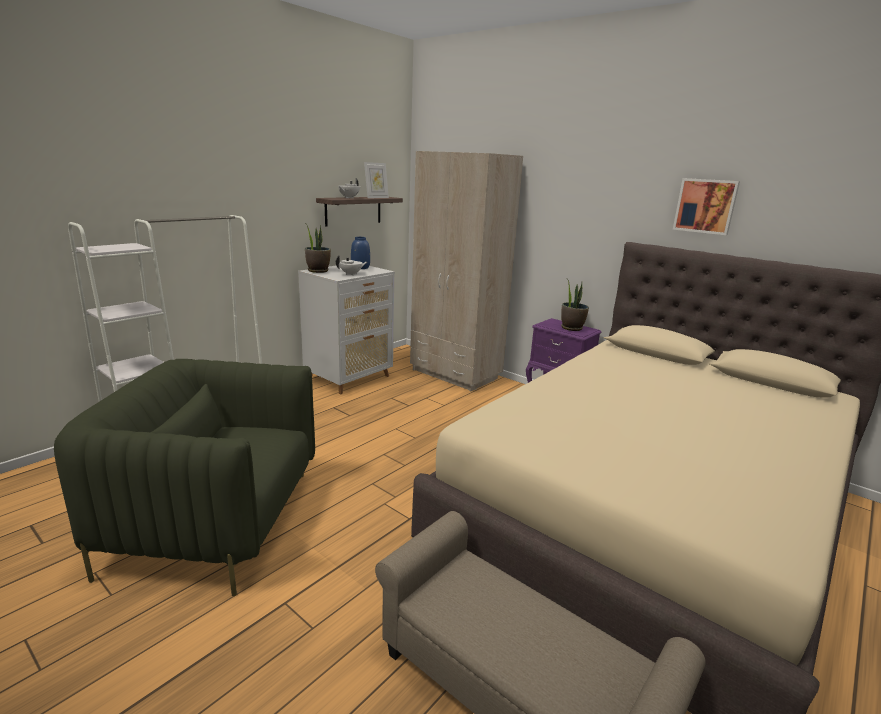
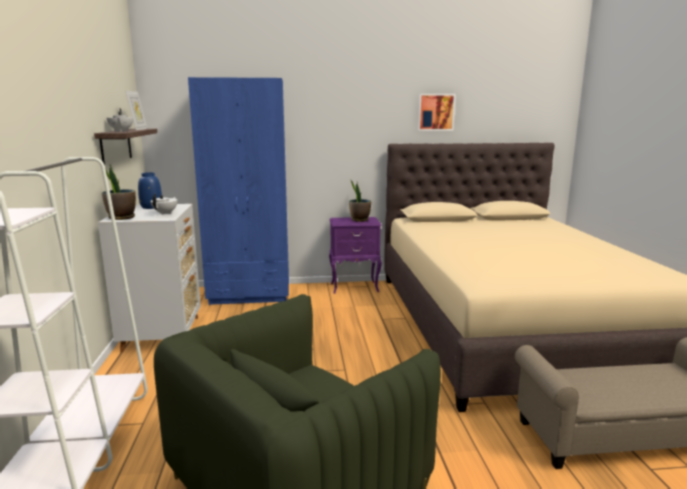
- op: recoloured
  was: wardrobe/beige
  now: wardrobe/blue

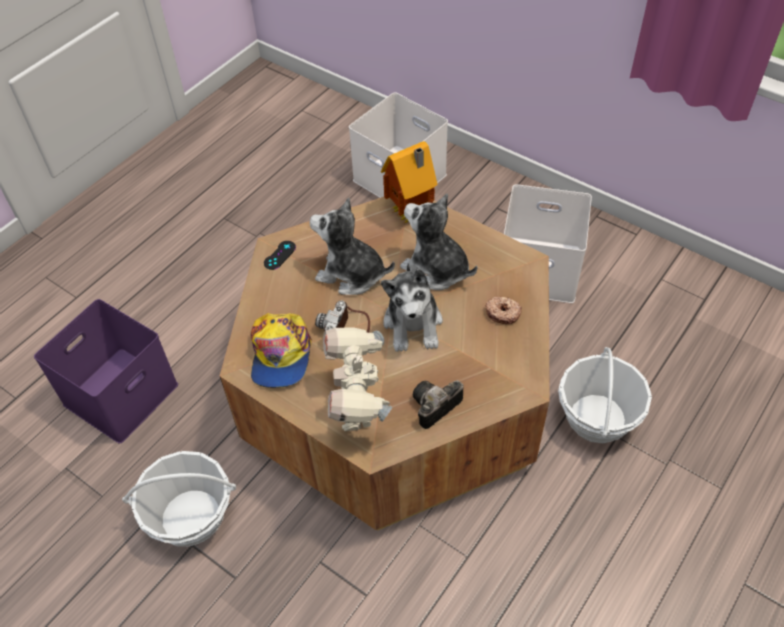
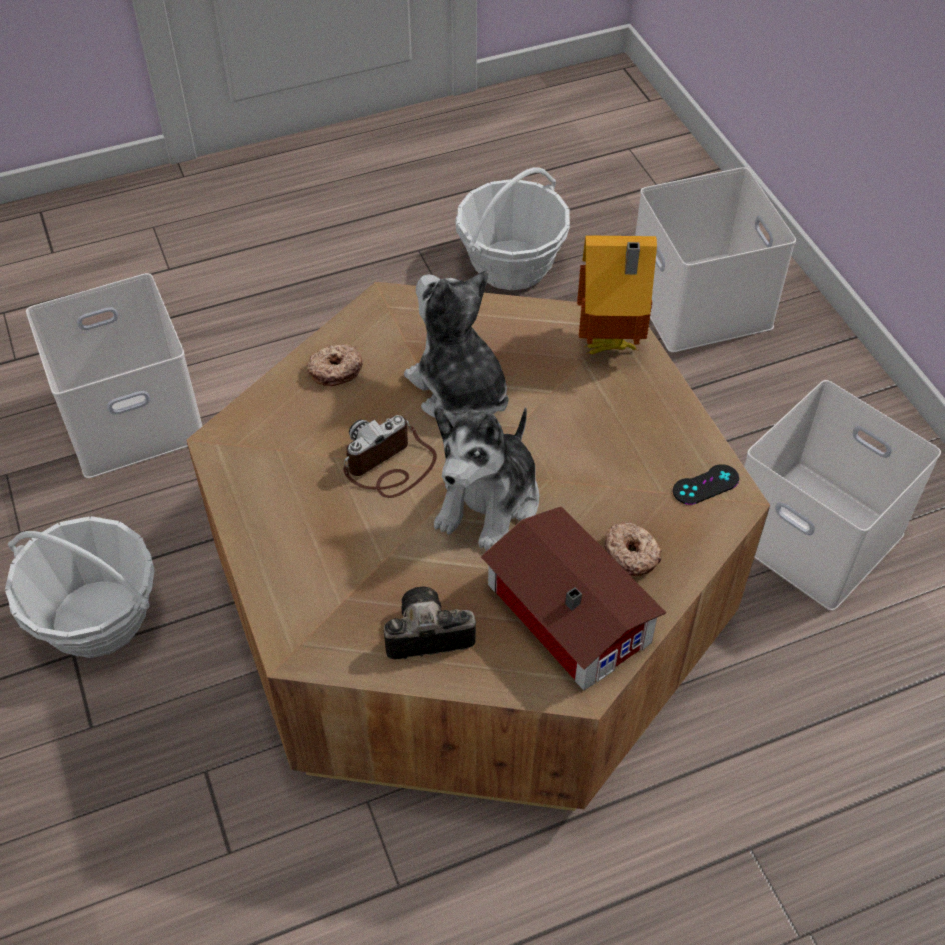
- op: recoloured
  was: storage box/purple
  now: storage box/white (1st from left)
- op: removed
  was: cap
- op: moved
  was: game controller/black
- op: removed
  was: toy robot
- op: removed
  was: plush toy (3rd from left)
- op: moved
  was: basket (2nd from left)
- op: added
  now: donut (1st from left)
- op: added
  now: toy house (1st from left)

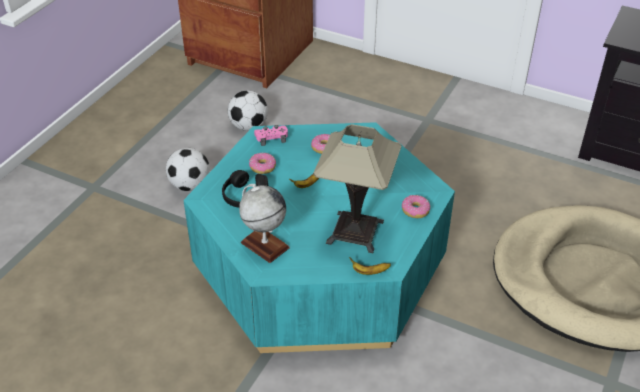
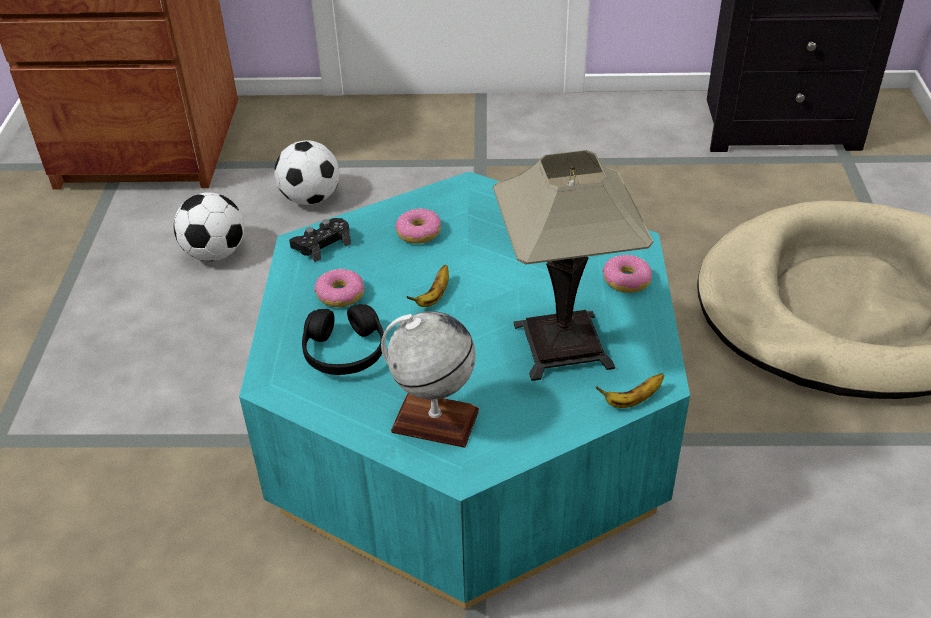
- op: moved
  was: football (1st from left in the first image)
  now: football (2nd from left)
- op: recoloured
  was: game controller/pink
  now: game controller/black

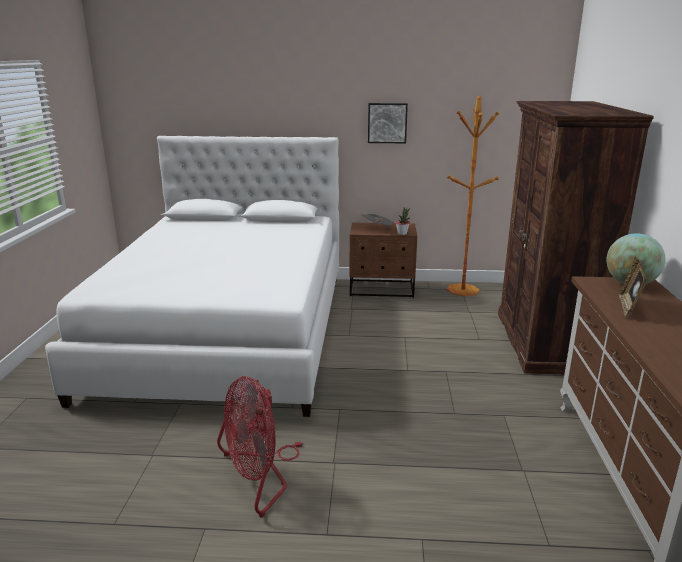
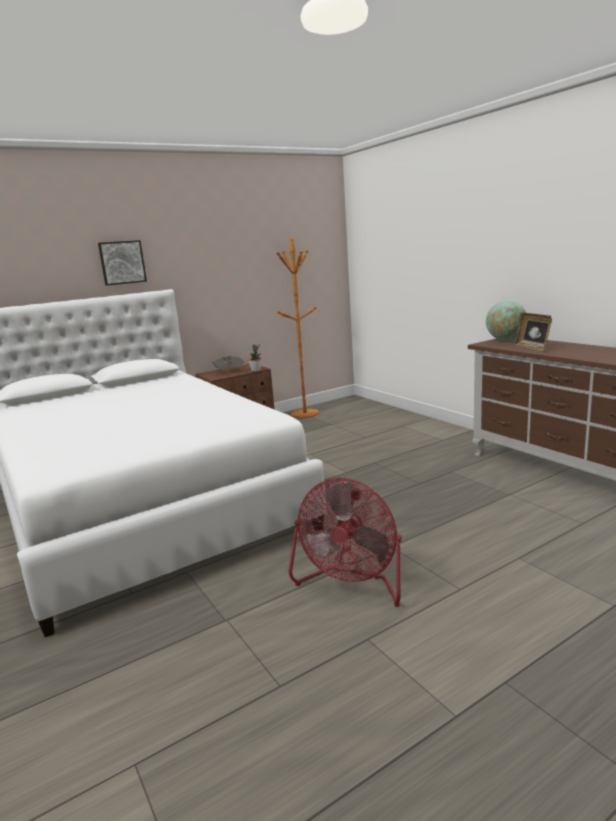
- op: moved
  was: picture
- op: removed
  was: wardrobe/brown

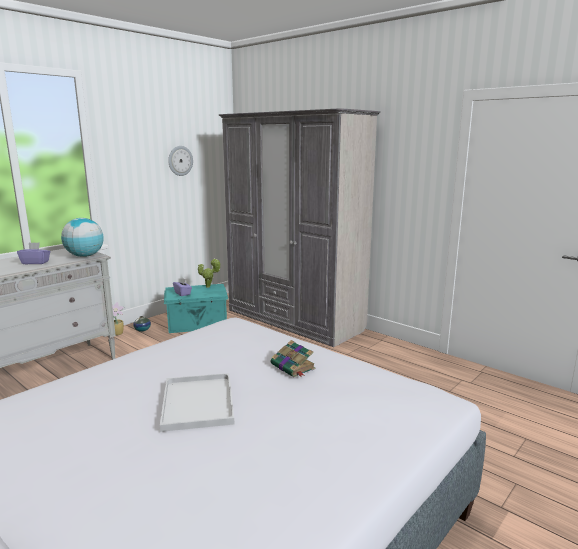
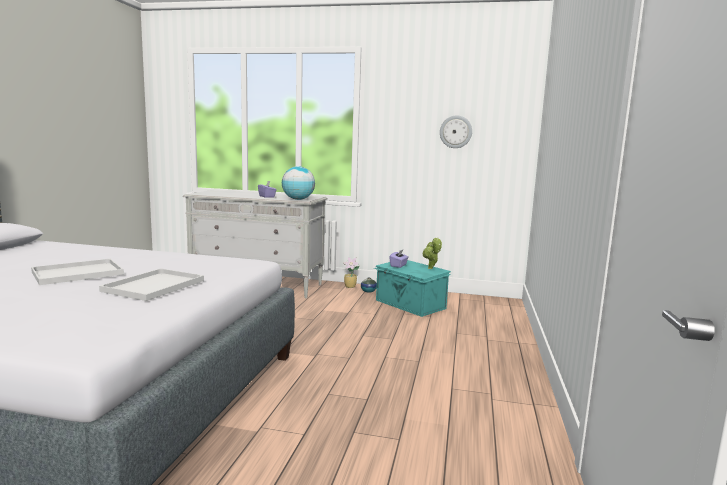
- op: removed
  was: wardrobe/grey
- op: replaced
  was: book
  now: tray/white (2nd from left)

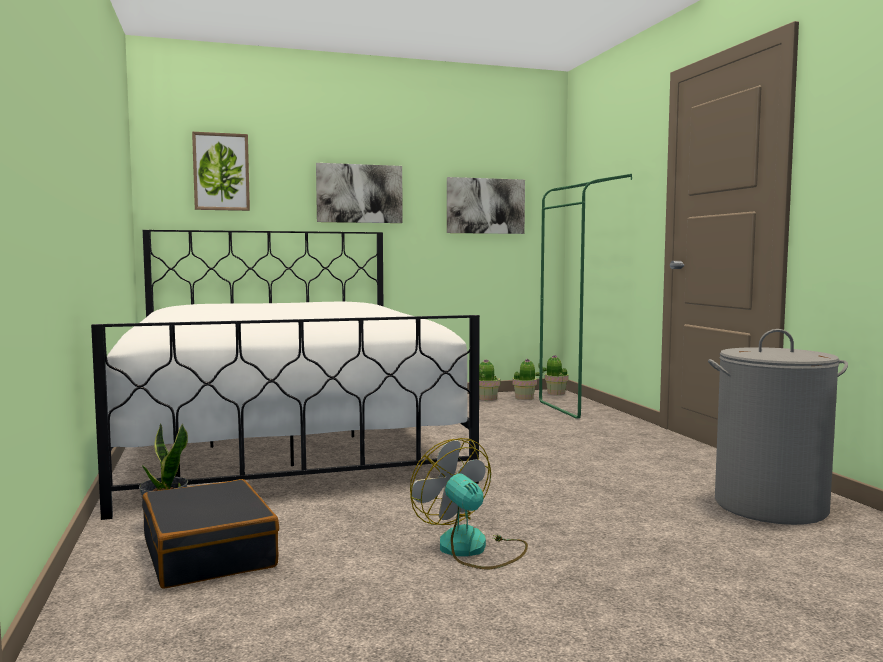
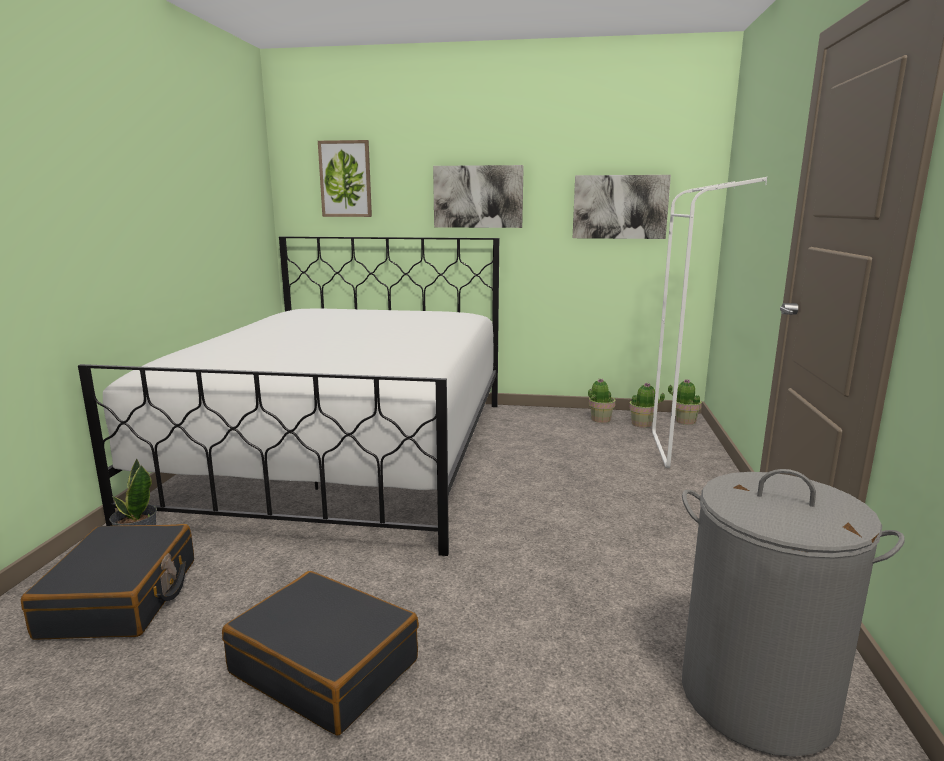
- op: replaced
  was: fan
  now: suitcase/black (2nd from left)
- op: recoloured
  was: clothes rack/green
  now: clothes rack/white

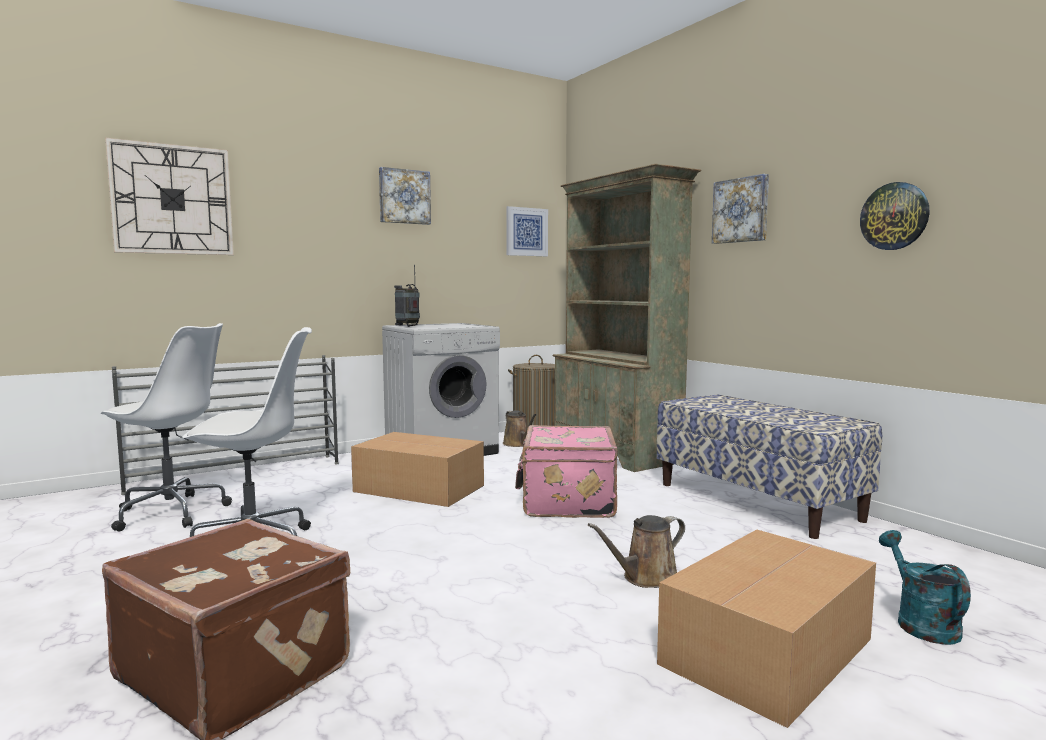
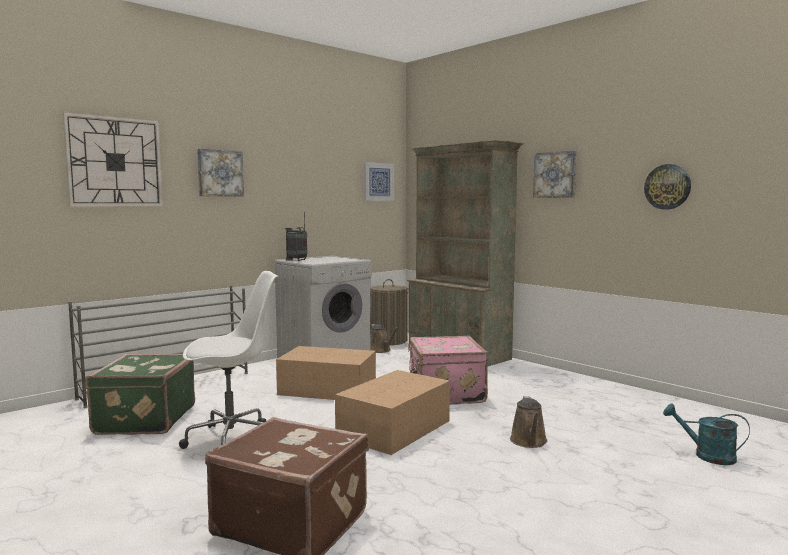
- op: replaced
  was: office chair/white (1st from left)
  now: suitcase/green
- op: moved
  was: picture (1st from left)
- op: turned
  was: watering can/brown (2nd from left)
  clockwise: -45
- op: removed
  was: bench
- op: moved
  was: cardboard box (2nd from left)
- op: turned
  was: watering can/turquoise
  clockwise: -45

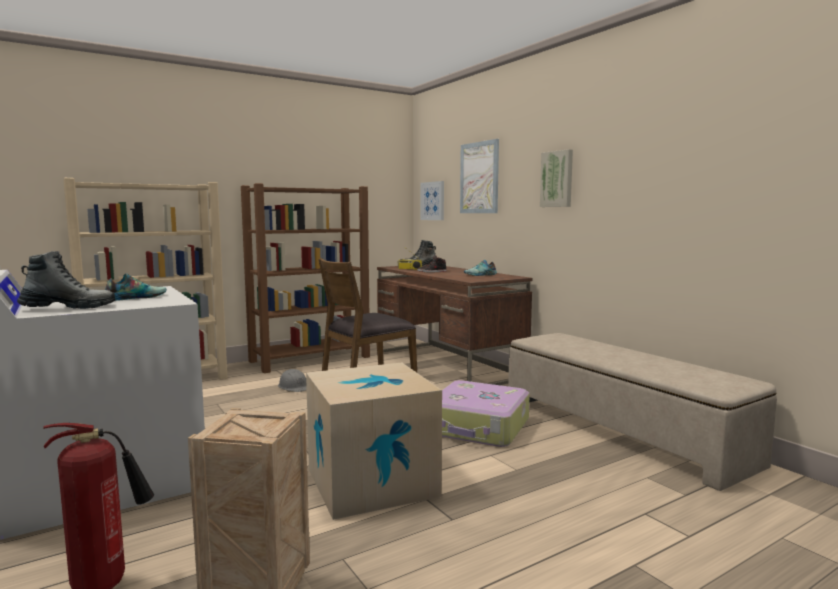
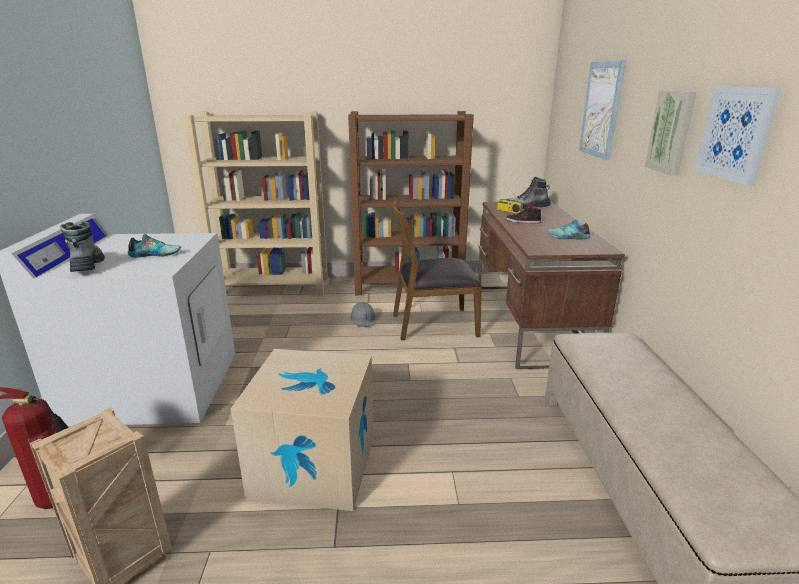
- op: turned
  was: boot (1st from left)
  clockwise: -120
- op: moved
  was: picture (1st from left in the first image)
  now: picture (3rd from left)
- op: removed
  was: suitcase

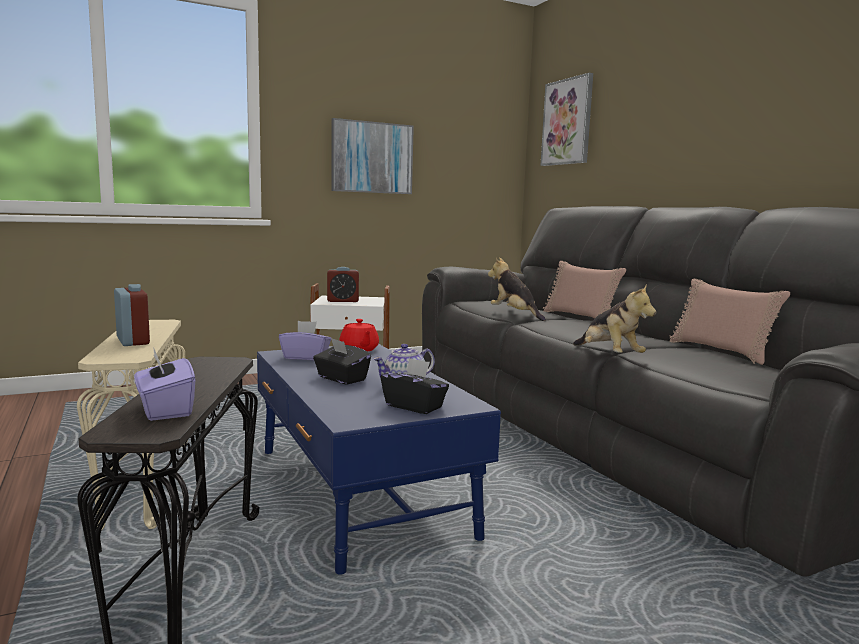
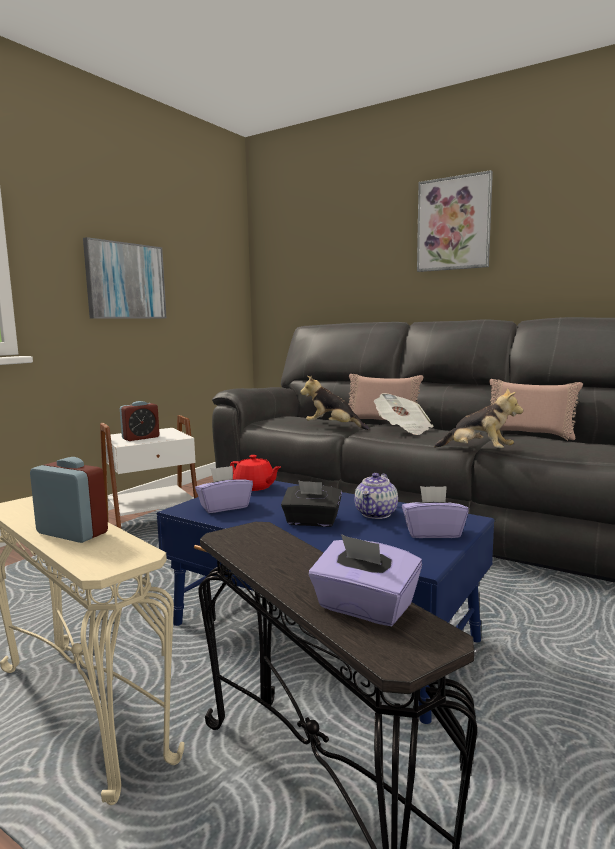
- op: recoloured
  was: tissue box/black (2nd from left)
  now: tissue box/purple (3rd from left)
- op: moved
  was: picture (2nd from left)
- op: added
  now: newspaper

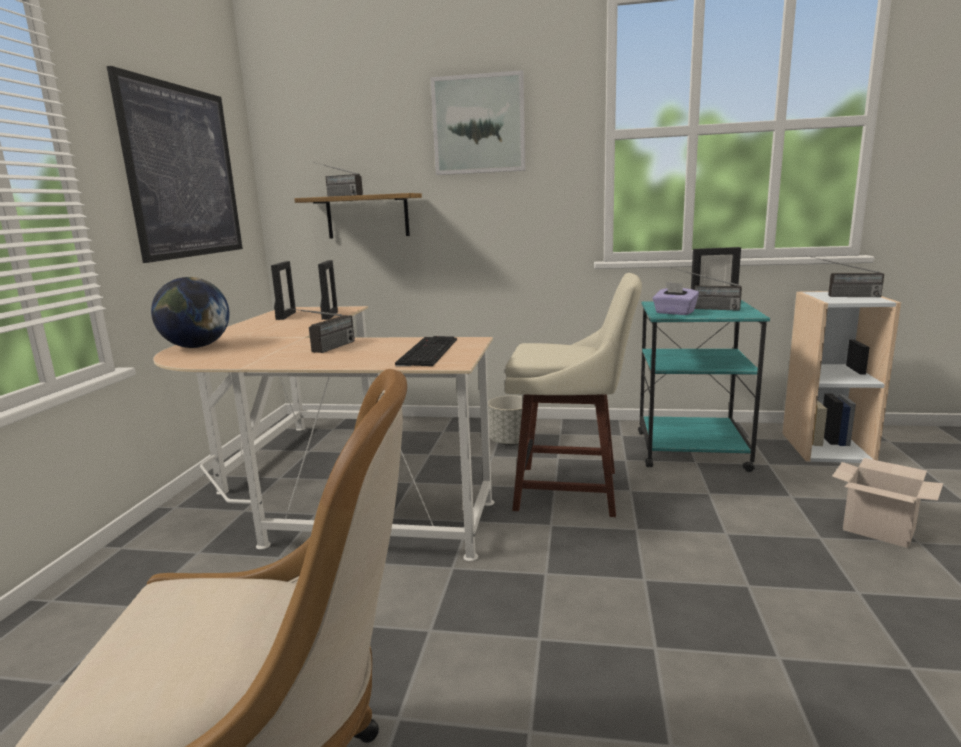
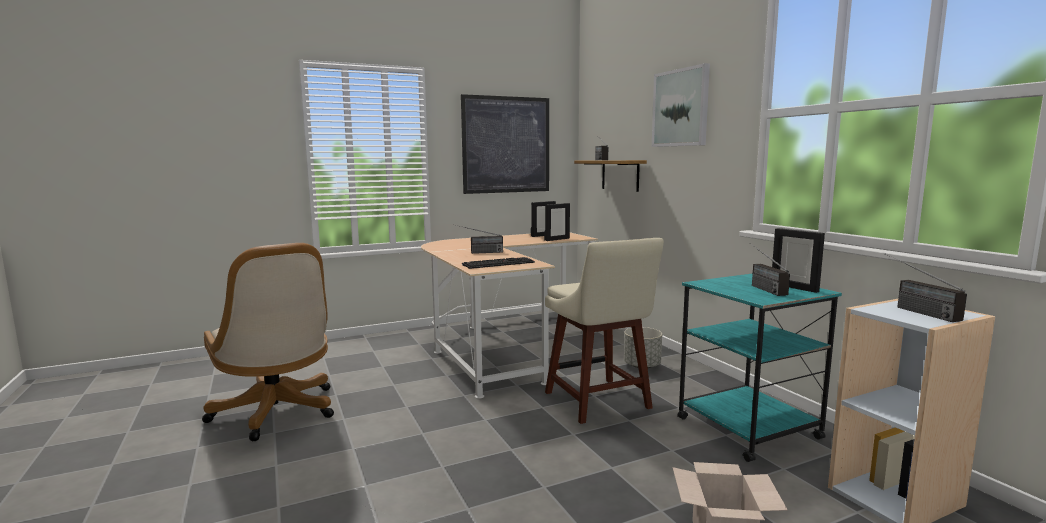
- op: removed
  was: globe
- op: removed
  was: tissue box/purple

